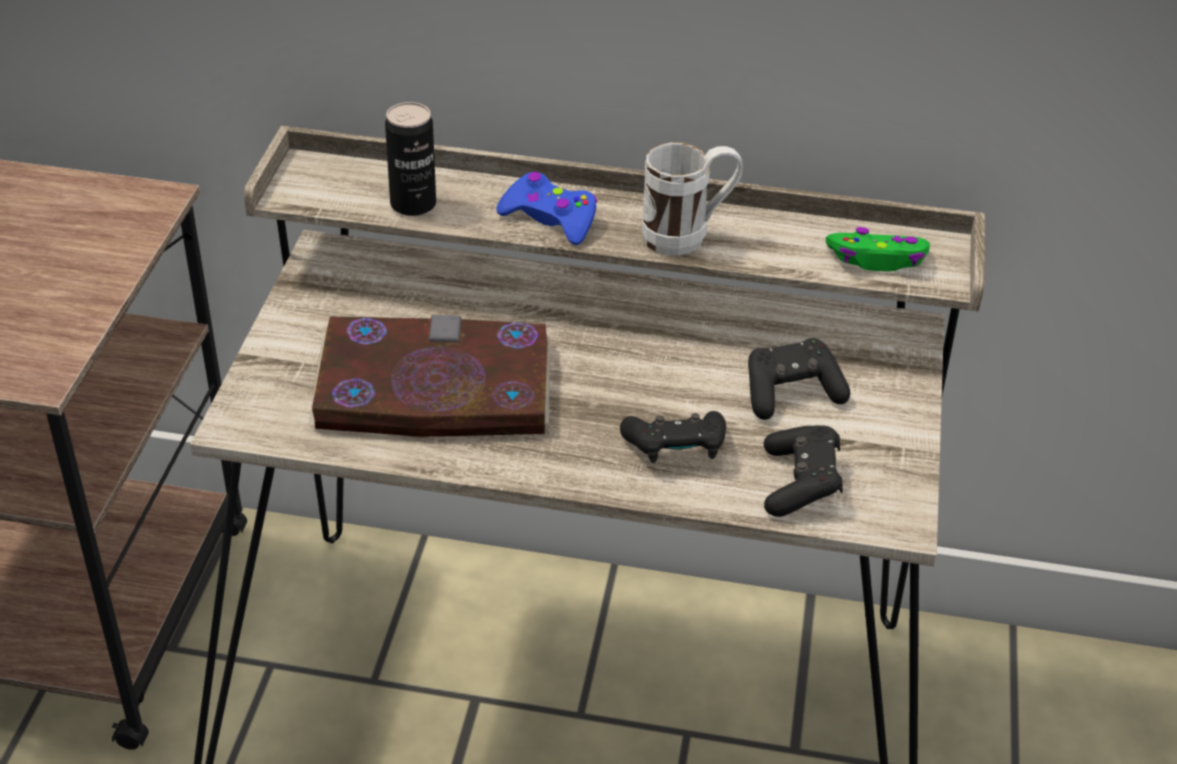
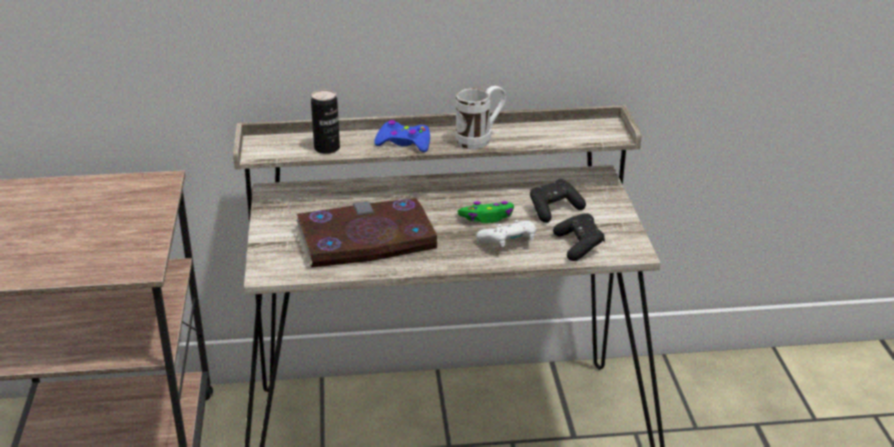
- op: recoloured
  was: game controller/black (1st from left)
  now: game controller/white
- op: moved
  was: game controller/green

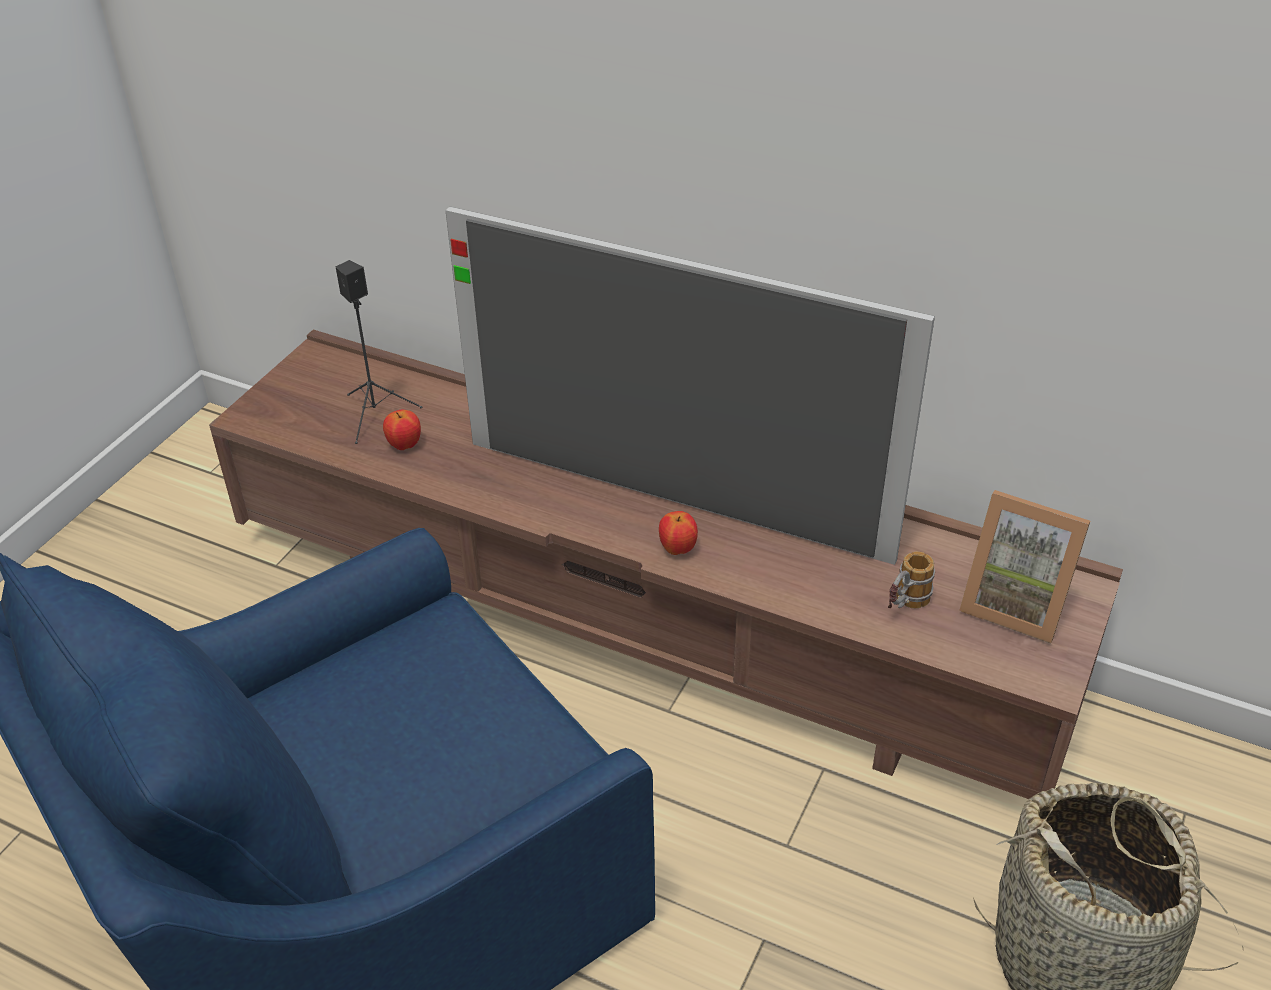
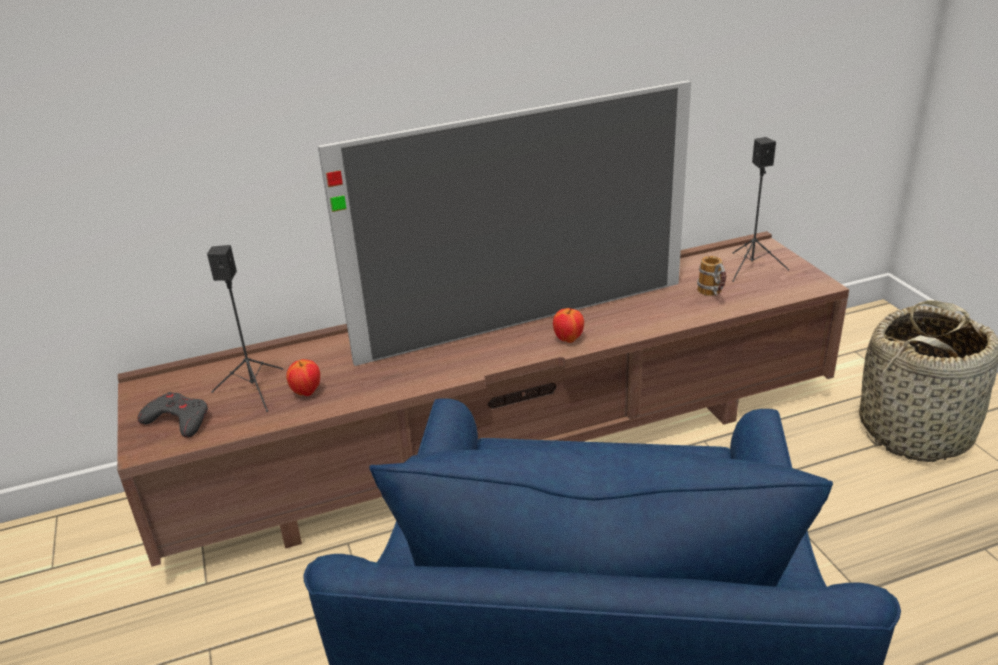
- op: replaced
  was: picture frame
  now: speaker/black (2nd from left)
- op: added
  now: game controller/grey

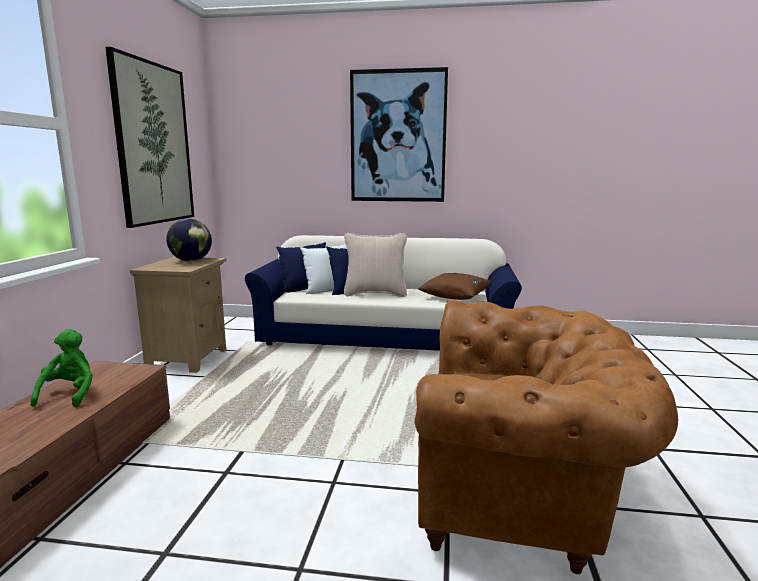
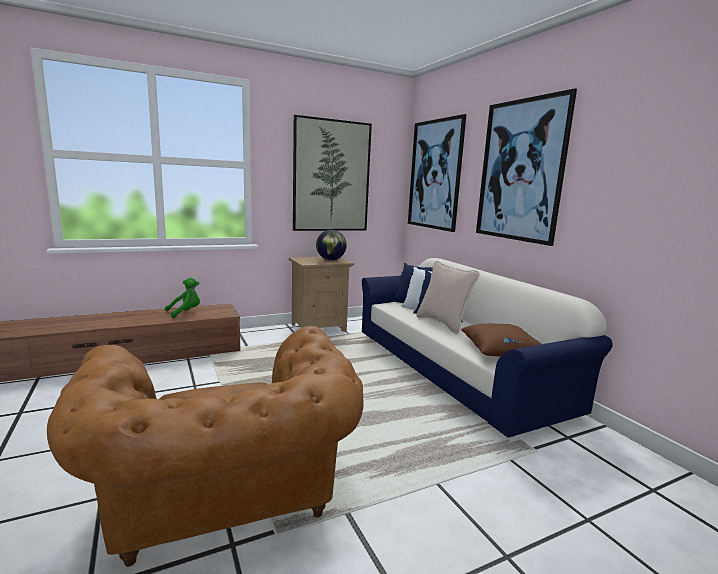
- op: added
  now: picture (2nd from left)

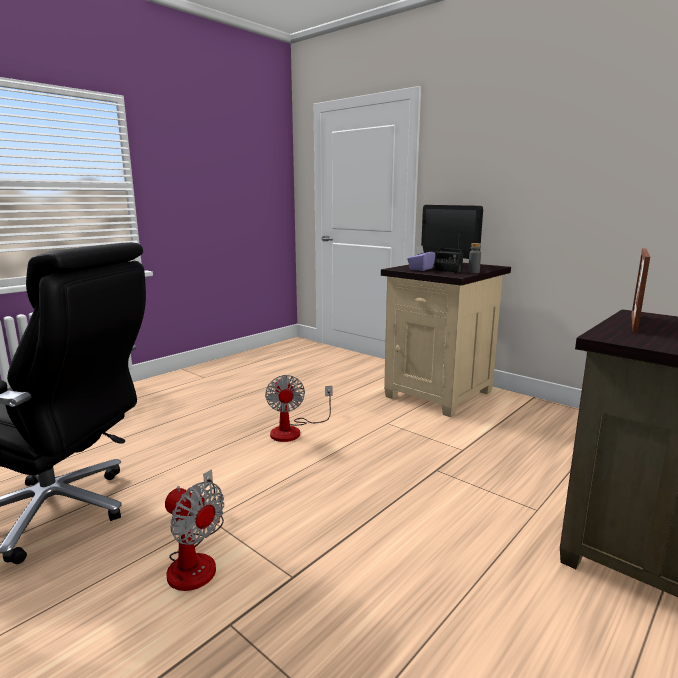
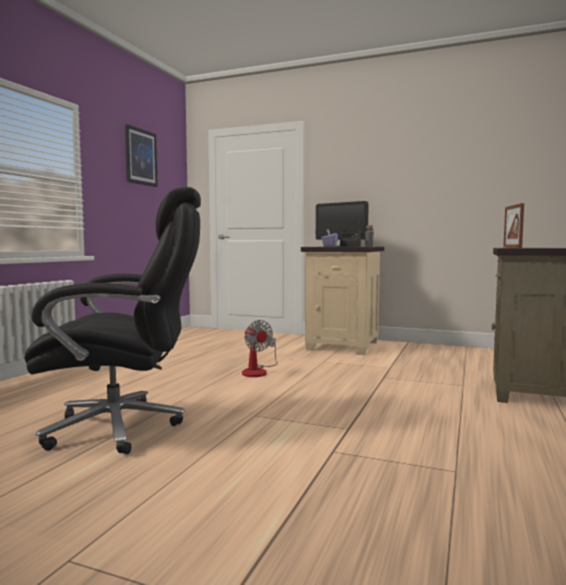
- op: removed
  was: fan (1st from left)
- op: added
  now: picture

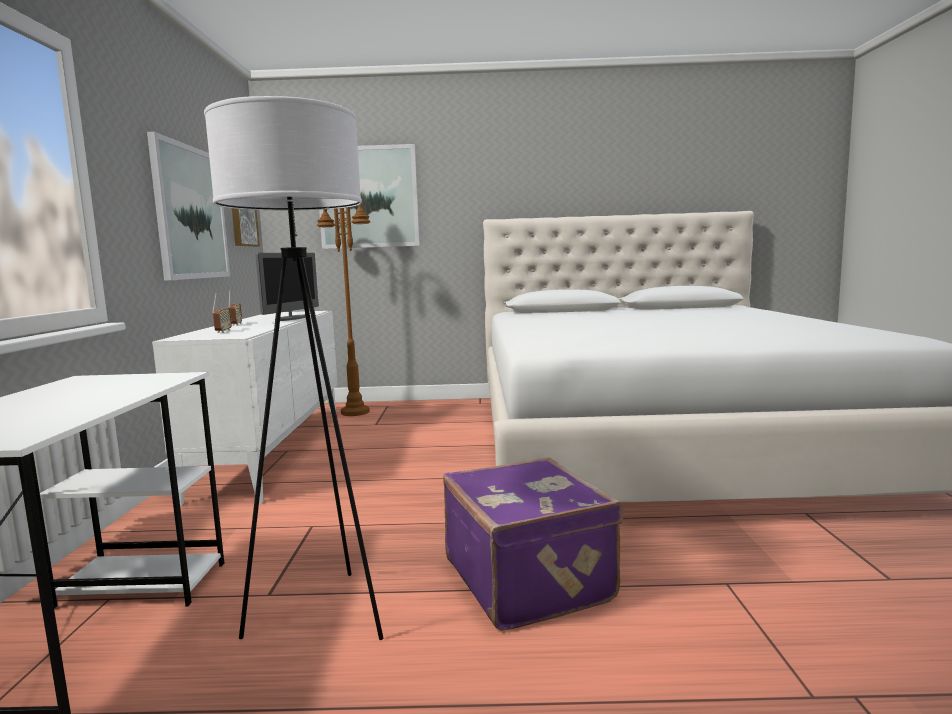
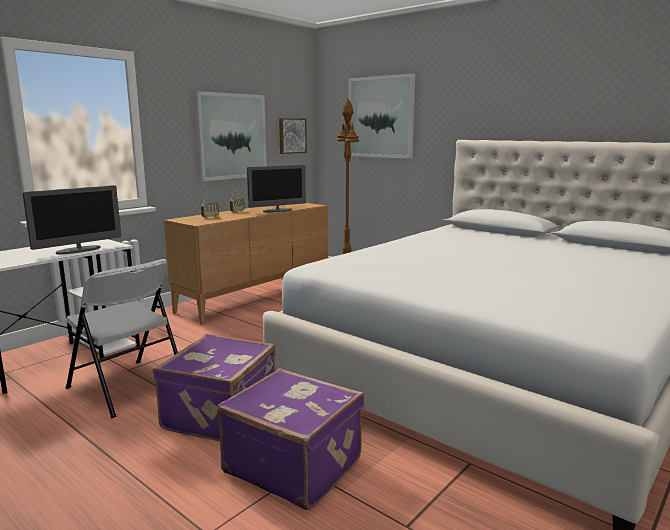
- op: recoloured
  was: dresser/white
  now: dresser/brown
- op: replaced
  was: floor lamp/white
  now: chair/white
- op: added
  now: monitor (1st from left)
- op: added
  now: suitcase/purple (2nd from left)

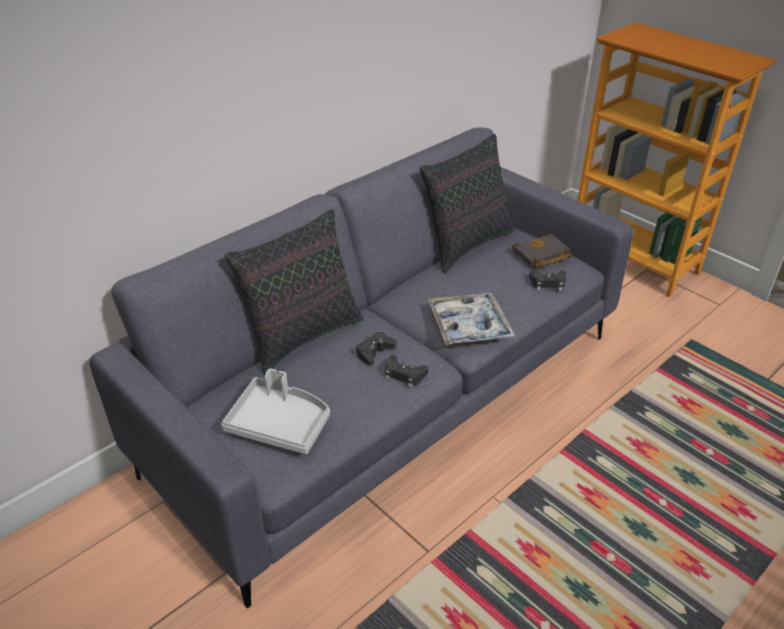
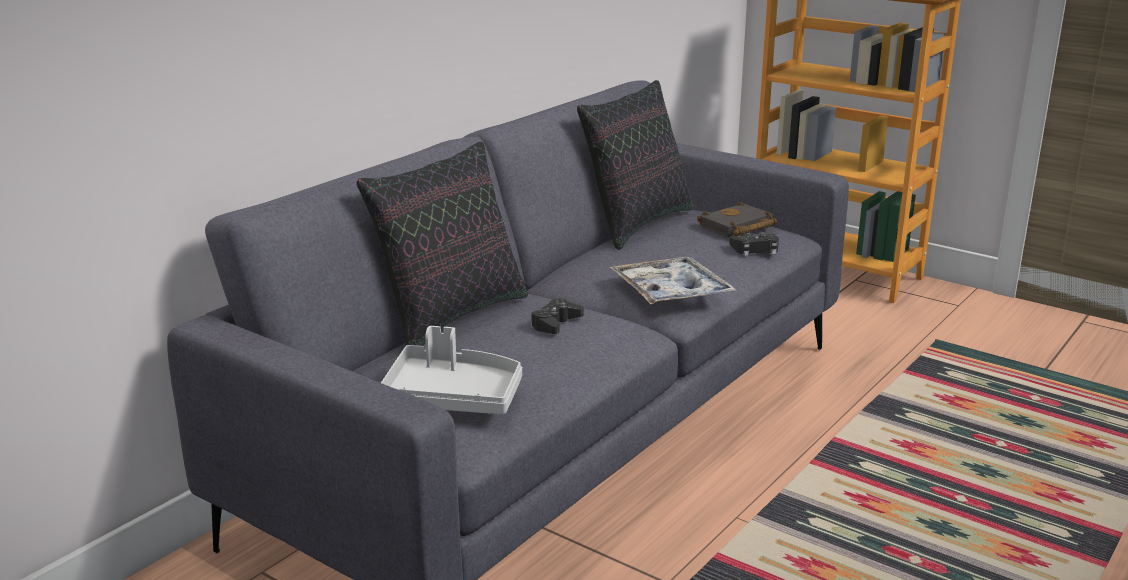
- op: removed
  was: game controller/black (2nd from left)

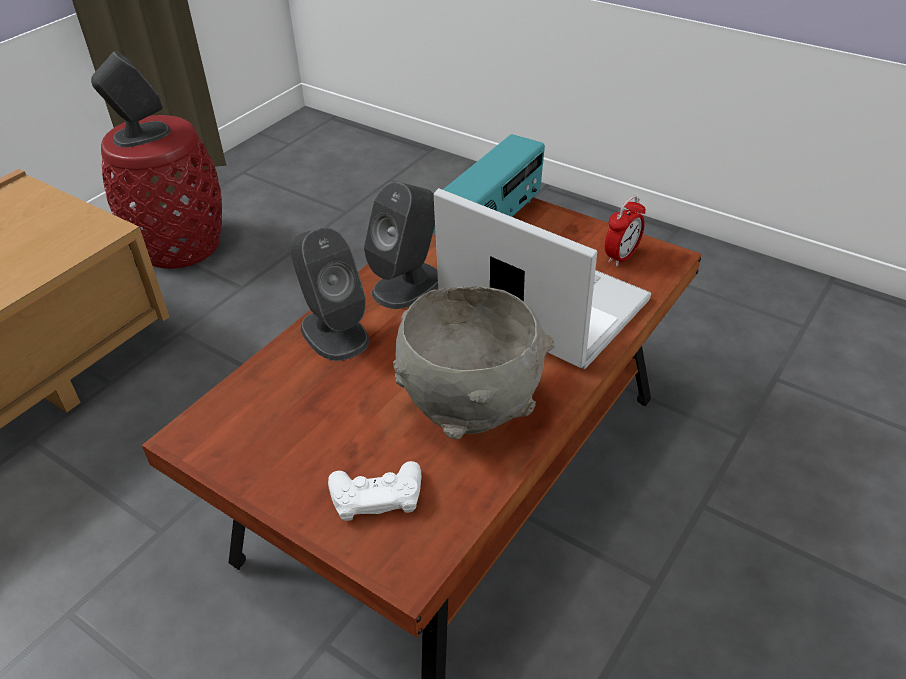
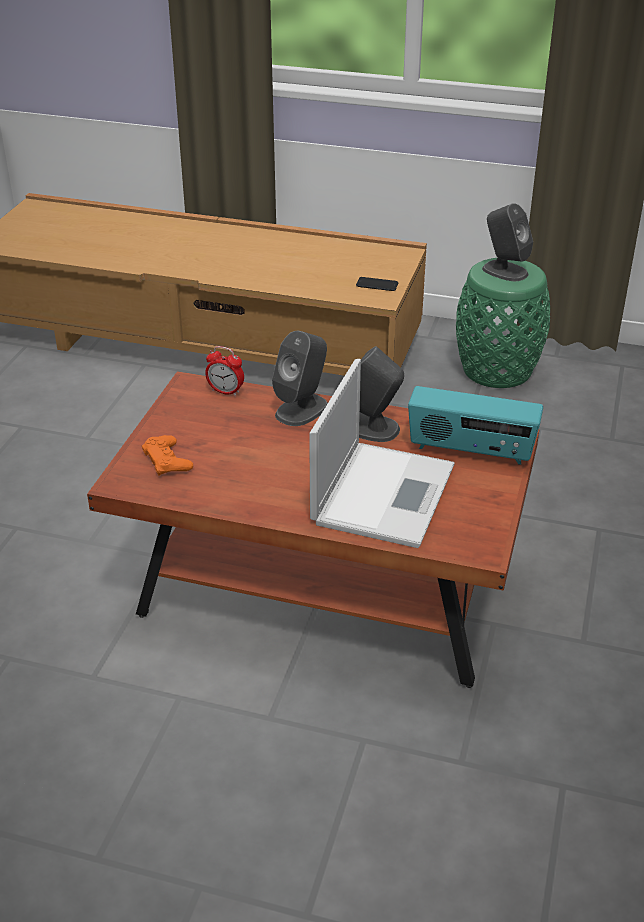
- op: recoloured
  was: stool/red
  now: stool/green
- op: recoloured
  was: game controller/white
  now: game controller/orange
- op: removed
  was: bowl/grey
- op: moved
  was: alarm clock
- op: added
  now: phone

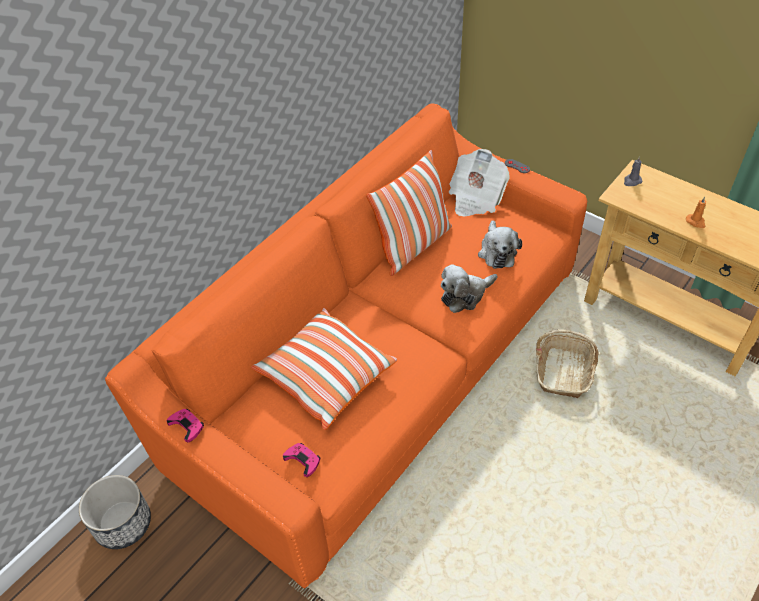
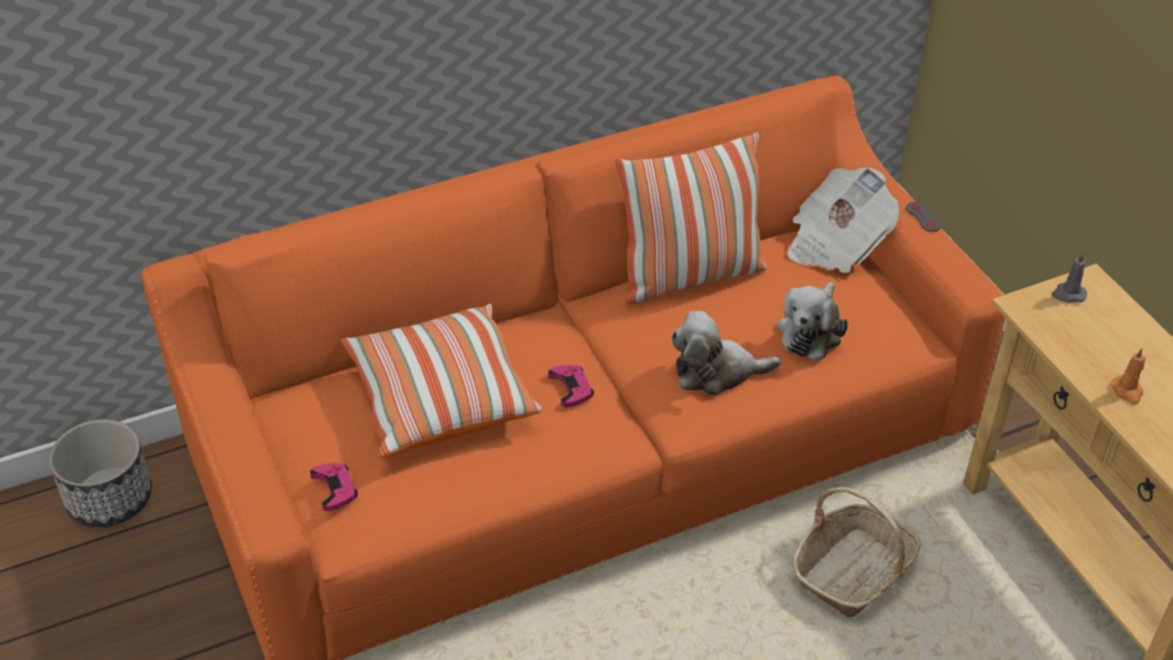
- op: moved
  was: game controller/pink (1st from left in the first image)
  now: game controller/pink (2nd from left)

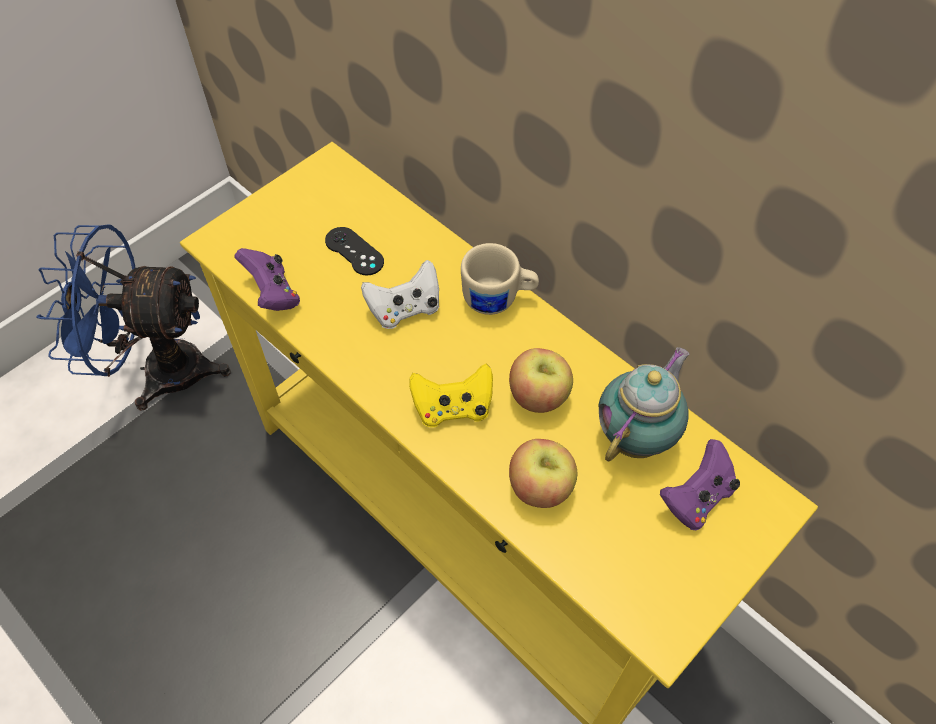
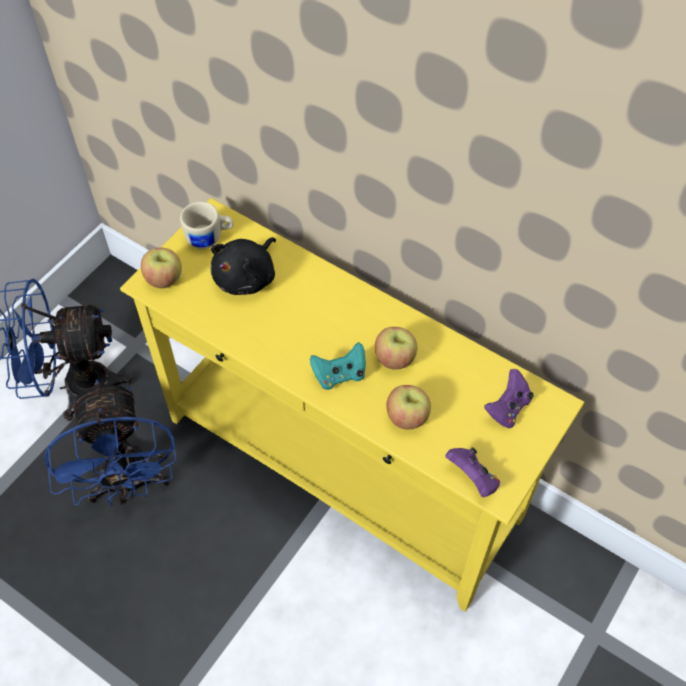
- op: moved
  was: game controller/purple (1st from left)
- op: replaced
  was: game controller/black
  now: plush toy/black
- op: removed
  was: game controller/white
- op: recoloured
  was: game controller/yellow
  now: game controller/turquoise
- op: moved
  was: mug/beige
- op: removed
  was: teapot
- op: added
  now: fan/blue (2nd from left)
- op: added
  now: apple (1st from left)

